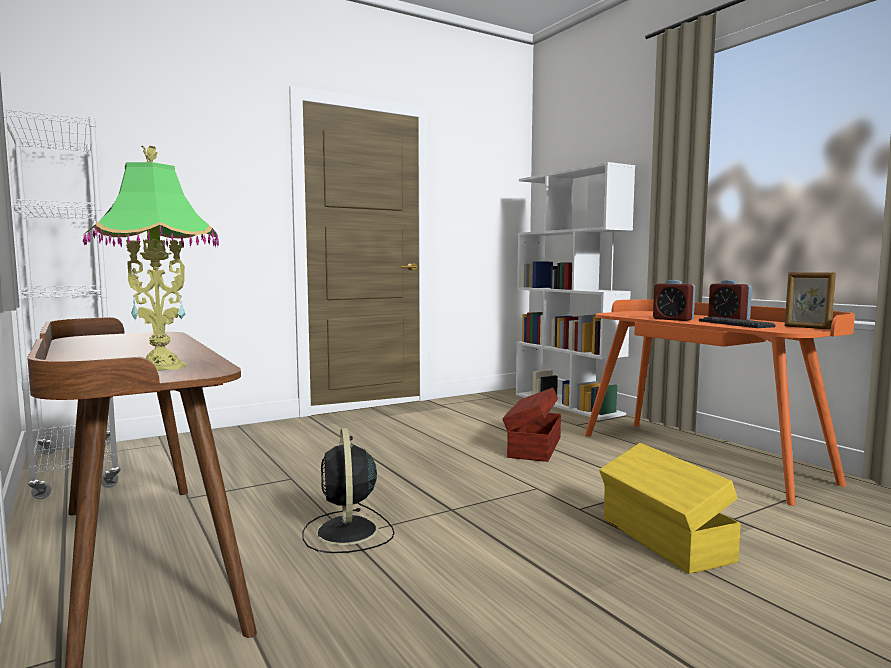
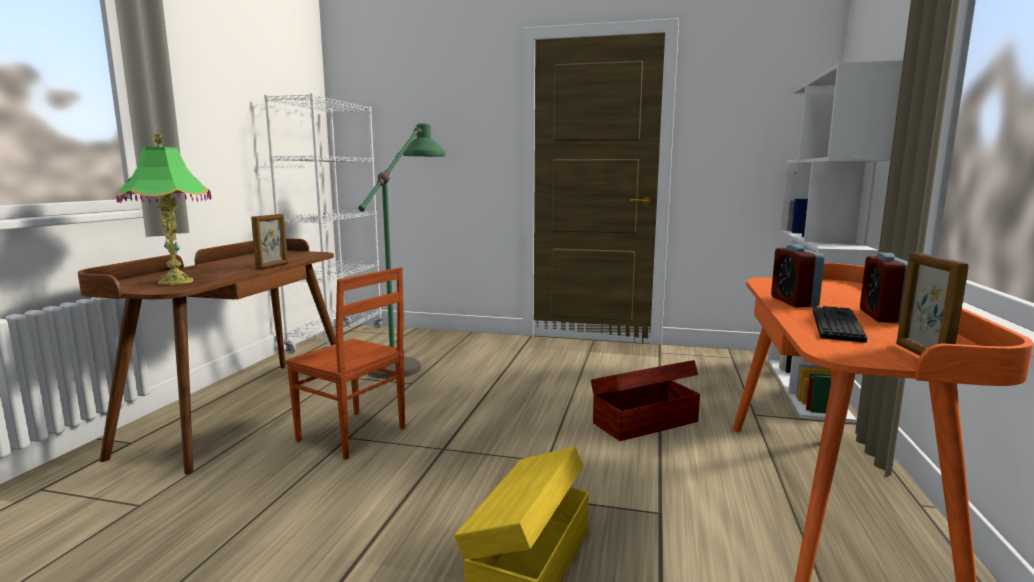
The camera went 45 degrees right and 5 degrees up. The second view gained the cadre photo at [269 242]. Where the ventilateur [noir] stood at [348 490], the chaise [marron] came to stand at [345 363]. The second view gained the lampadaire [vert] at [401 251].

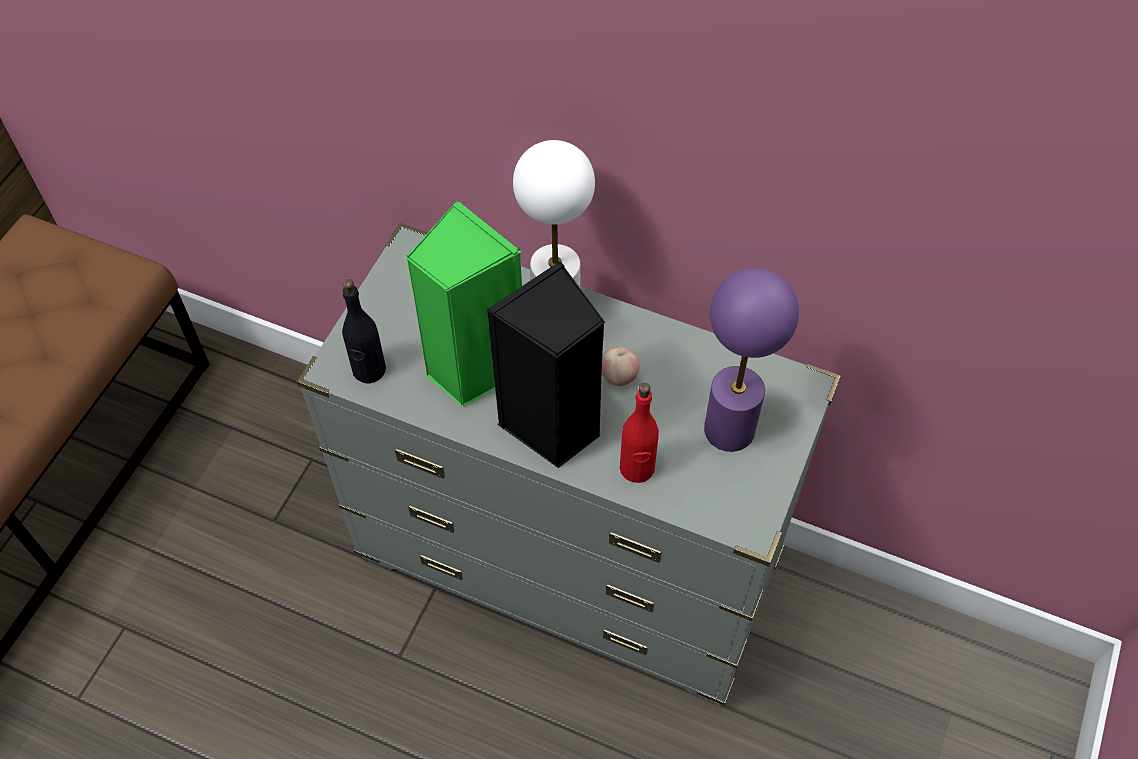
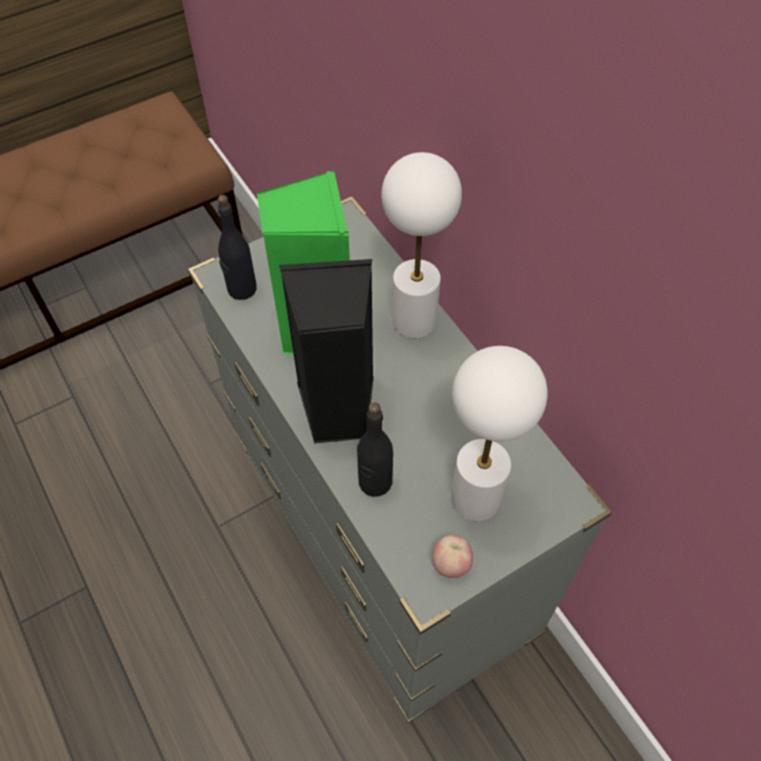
The camera went 35 degrees right and 0 degrees up. What was the bouteille [rouge] at [639 433] turned into the bouteille [noir] at [375 450]. The pomme ended up elsewhere, having gone from [620 366] to [452 556]. What was the lampe de table [violet] at [751 360] turned into the lampe de table [blanc] at [499 433].

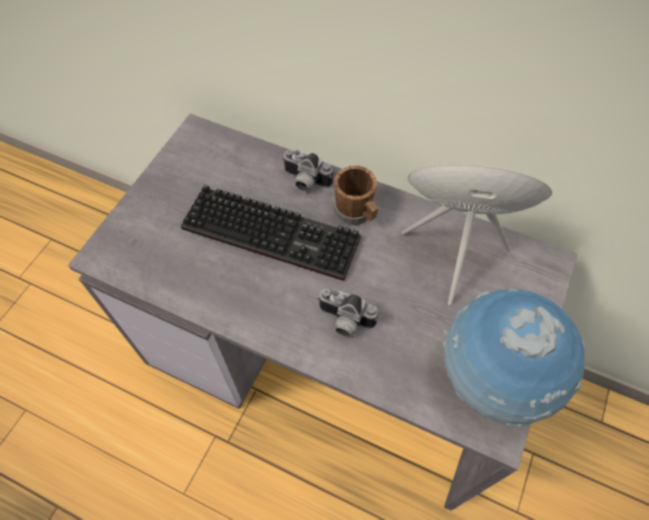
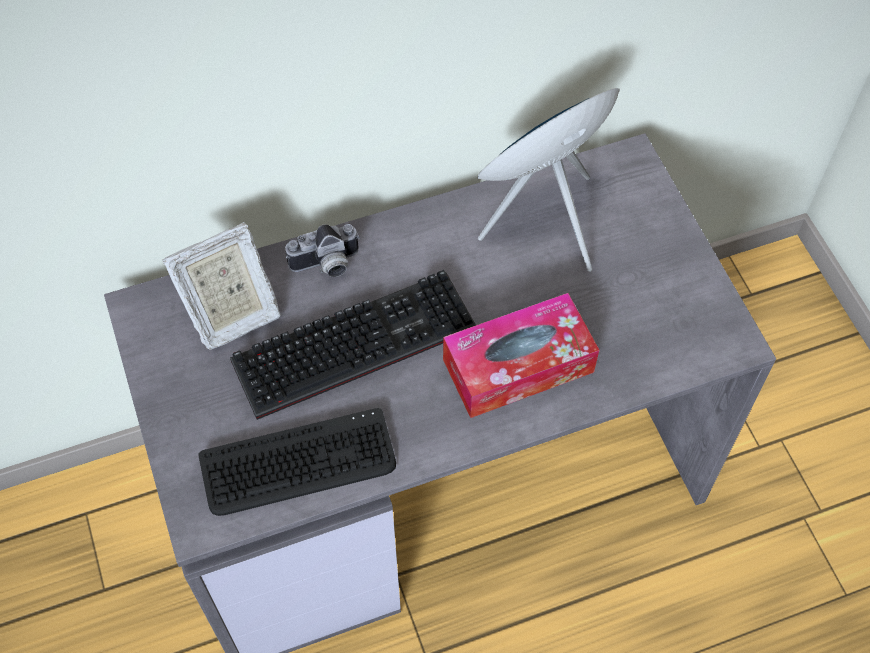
The camera went 45 degrees left and 0 degrees up. The second view gained the cadre photo at [222 286]. The second view gained the clavier at [297 462]. Where the appareil photo stood at [347 313], the boîte à mouchoirs came to stand at [521 355]. The second view lost the mug [marron] at [356 195]. The second view lost the globe at [514 357].

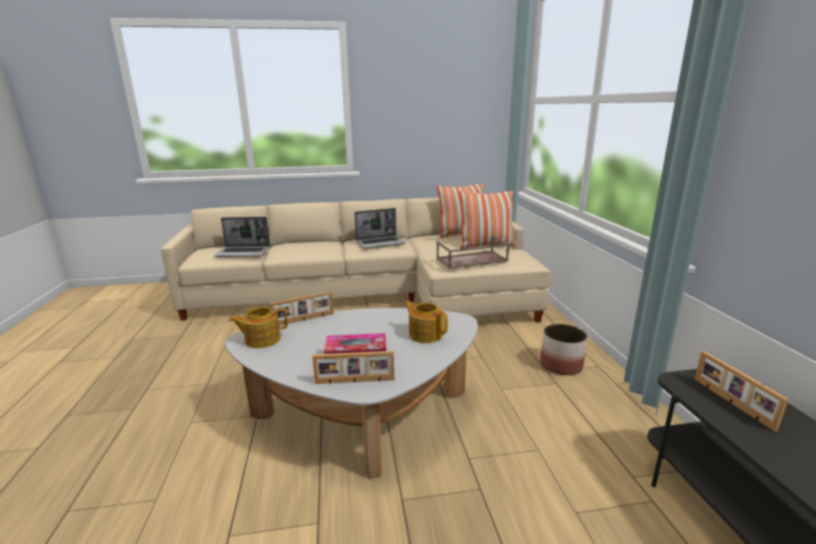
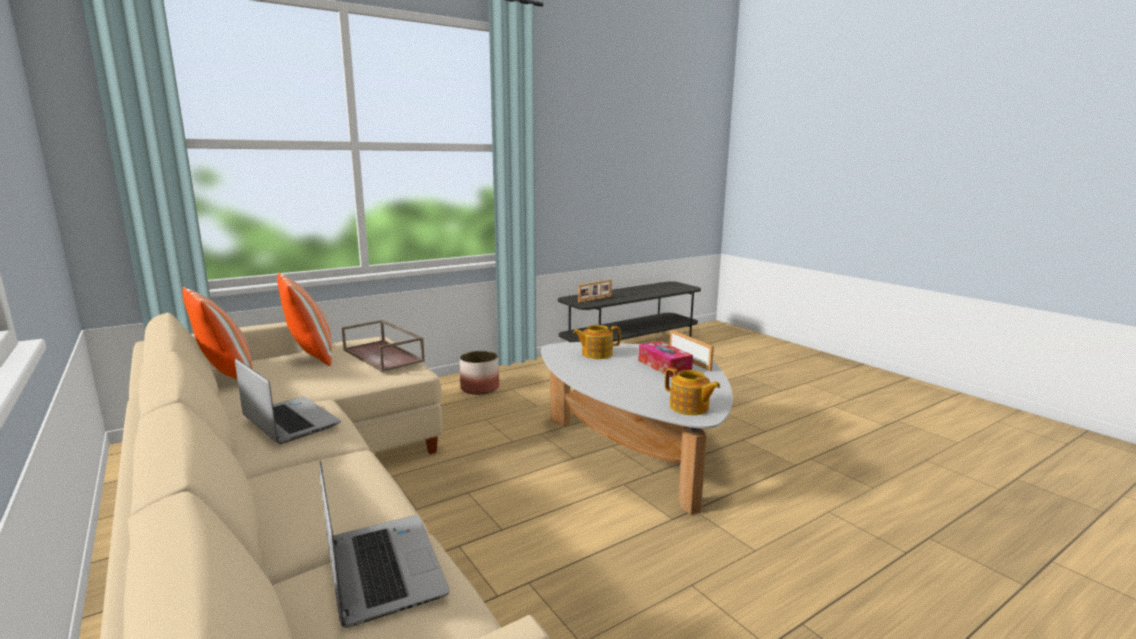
The camera went 115 degrees left and 5 degrees down. The théière at [426 322] ended up facing another way, 60 degrees clockwise from before. The second view lost the cadre photo at [302 308].

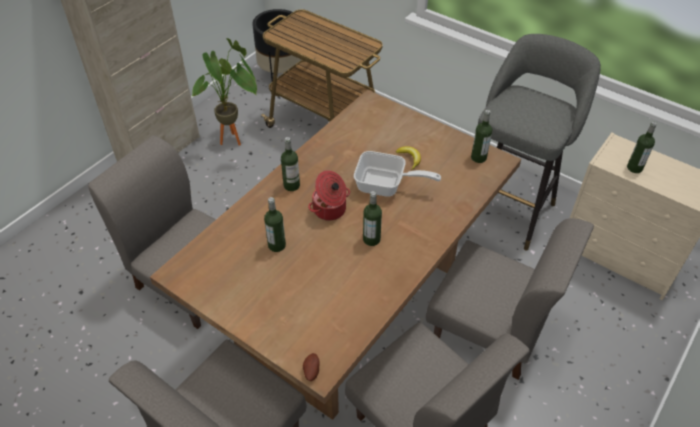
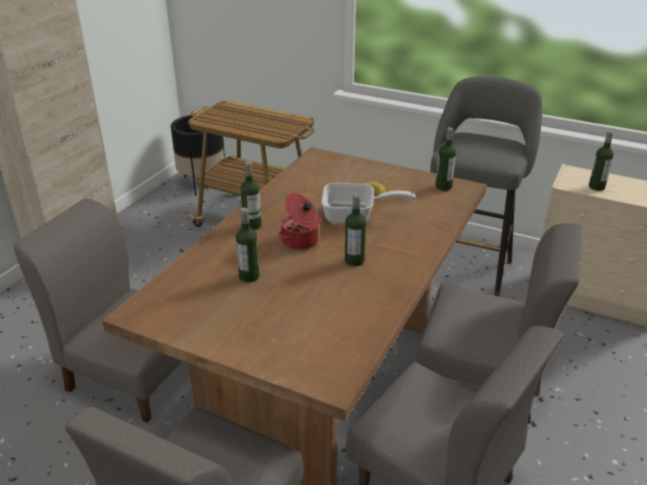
The camera went 10 degrees left and 15 degrees down. The second view lost the plante en pot at [224 92]. The second view lost the pomme de terre at [311 367].

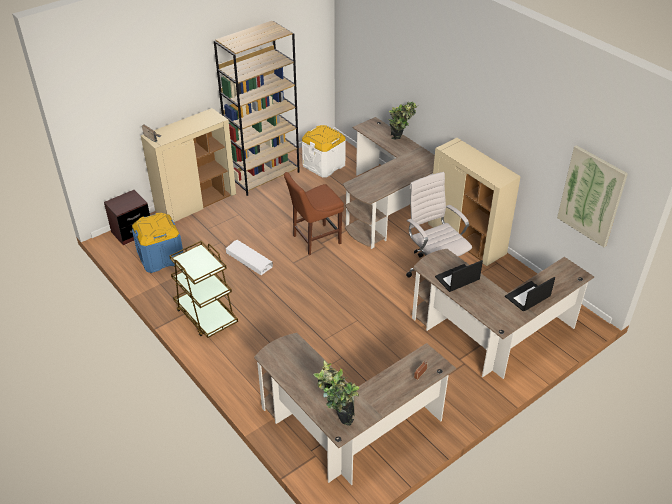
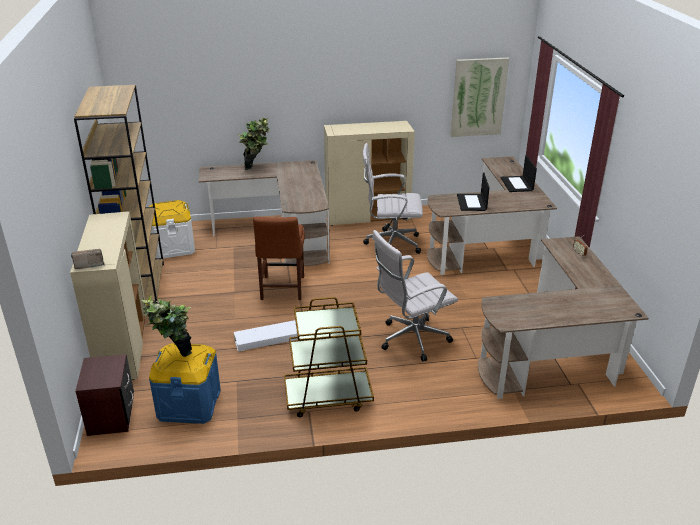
The camera went 60 degrees left and 10 degrees down. The plante en pot ended up elsewhere, having gone from [336 393] to [166 326]. The second view gained the chaise de bureau [blanc] at [415 296].

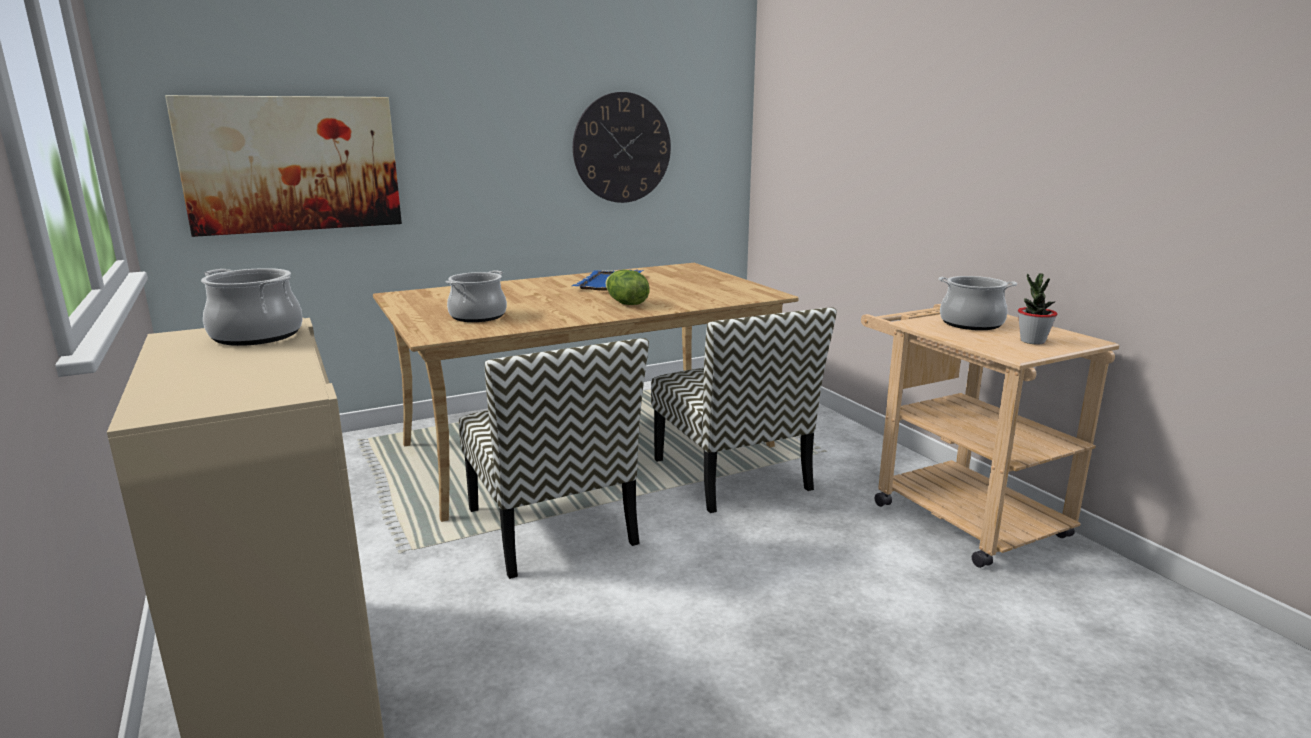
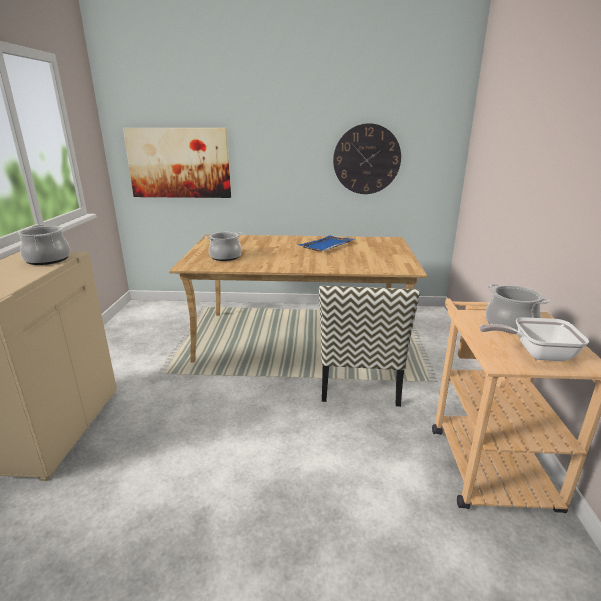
The camera went 30 degrees right and 5 degrees up. Where the plante en pot stood at [1037 308], the poêle came to stand at [534 339]. The second view lost the chaise at [554 458]. The second view lost the laitue at [627 287].

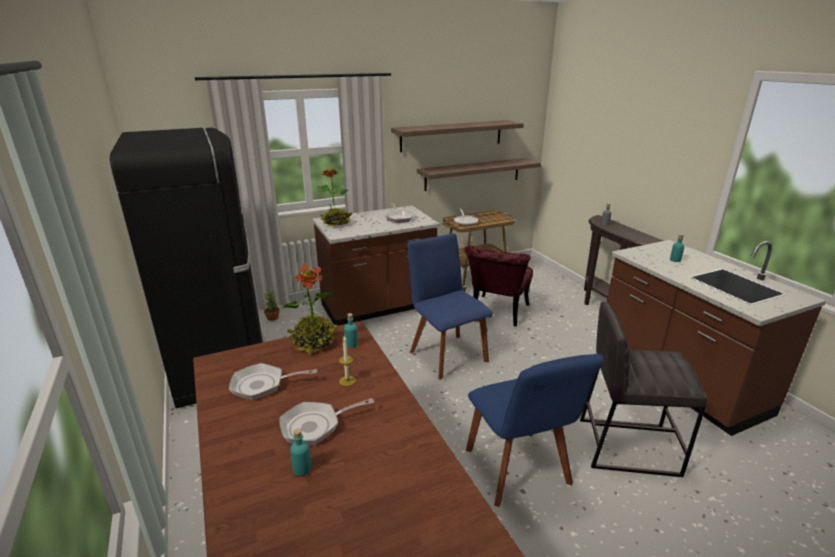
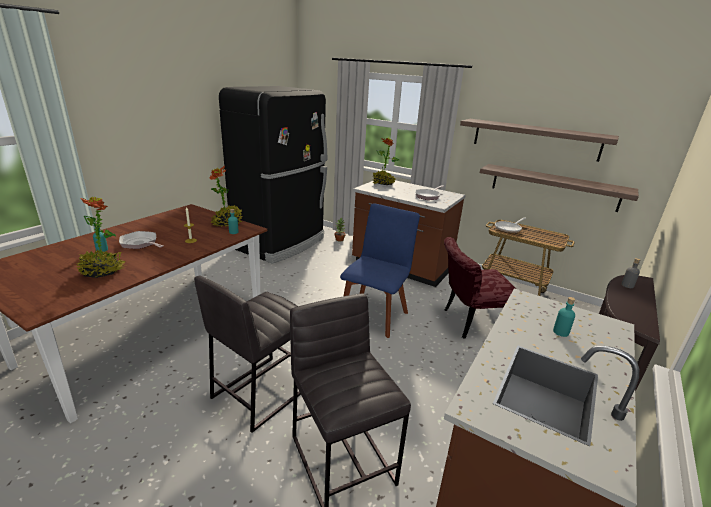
The camera went 55 degrees right and 0 degrees up. The second view gained the plante en pot at [100 237]. Where the chaise [bleu] stood at [535 430], the tabouret [gris] came to stand at [247 354]. The second view lost the poêle at [273 381].

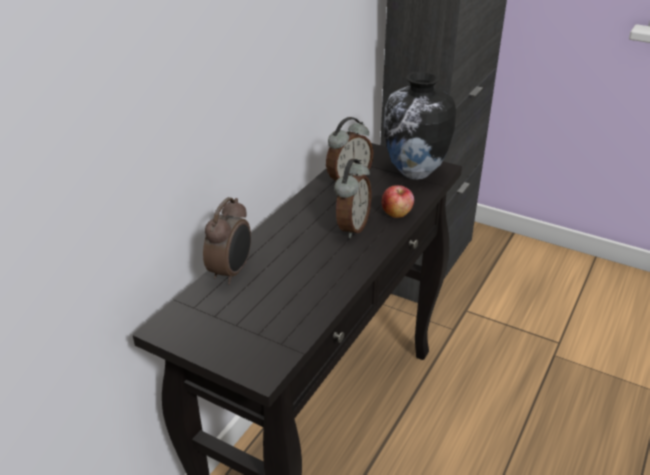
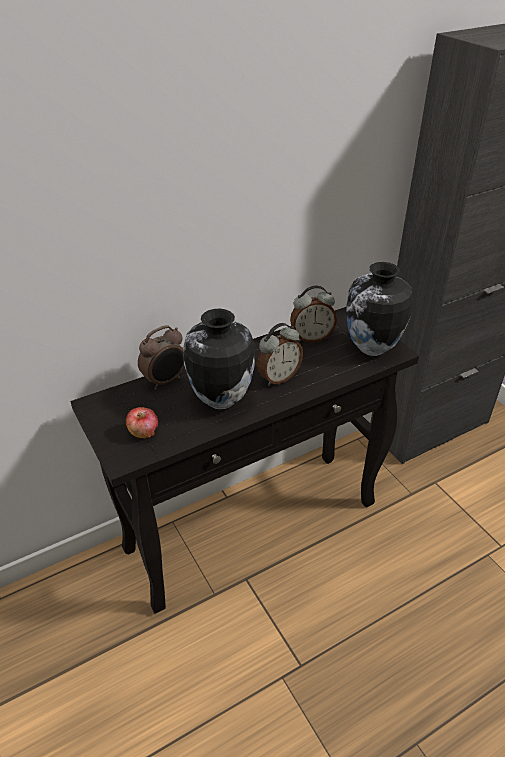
The camera went 30 degrees right and 5 degrees up. The pomme ended up elsewhere, having gone from [397 201] to [142 423]. The second view gained the vase at [219 359].

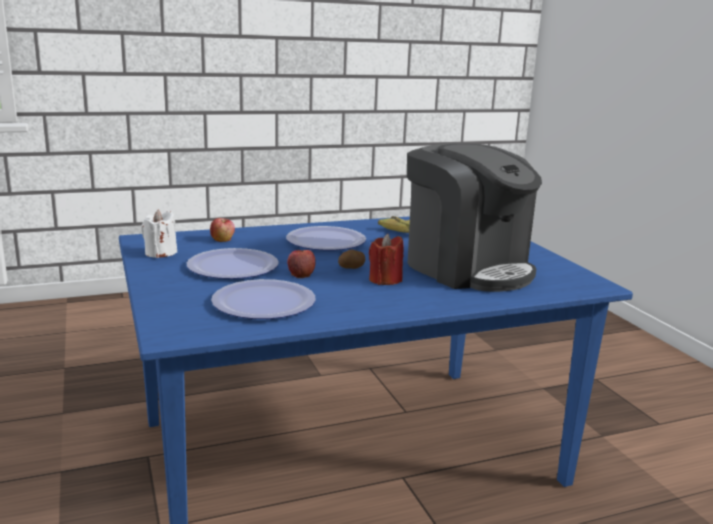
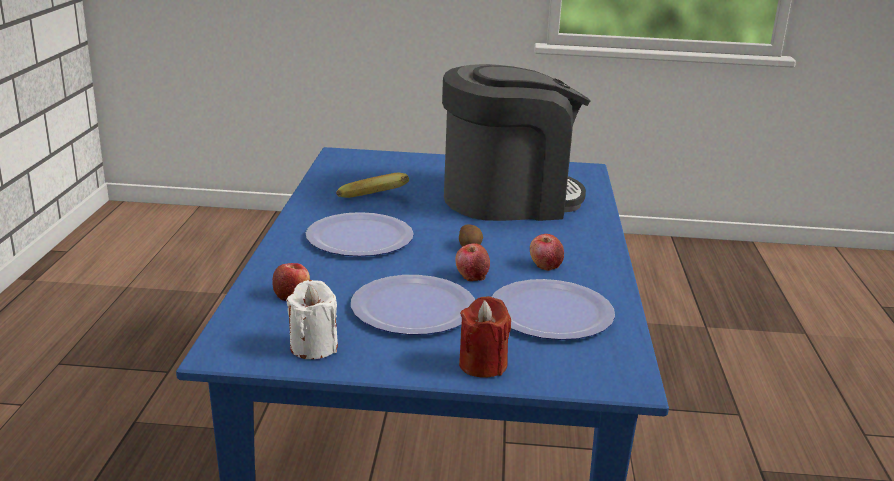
The camera went 65 degrees left and 5 degrees up. The bougie [rouge] ended up elsewhere, having gone from [386 259] to [485 337]. The second view gained the pomme at [547 252].

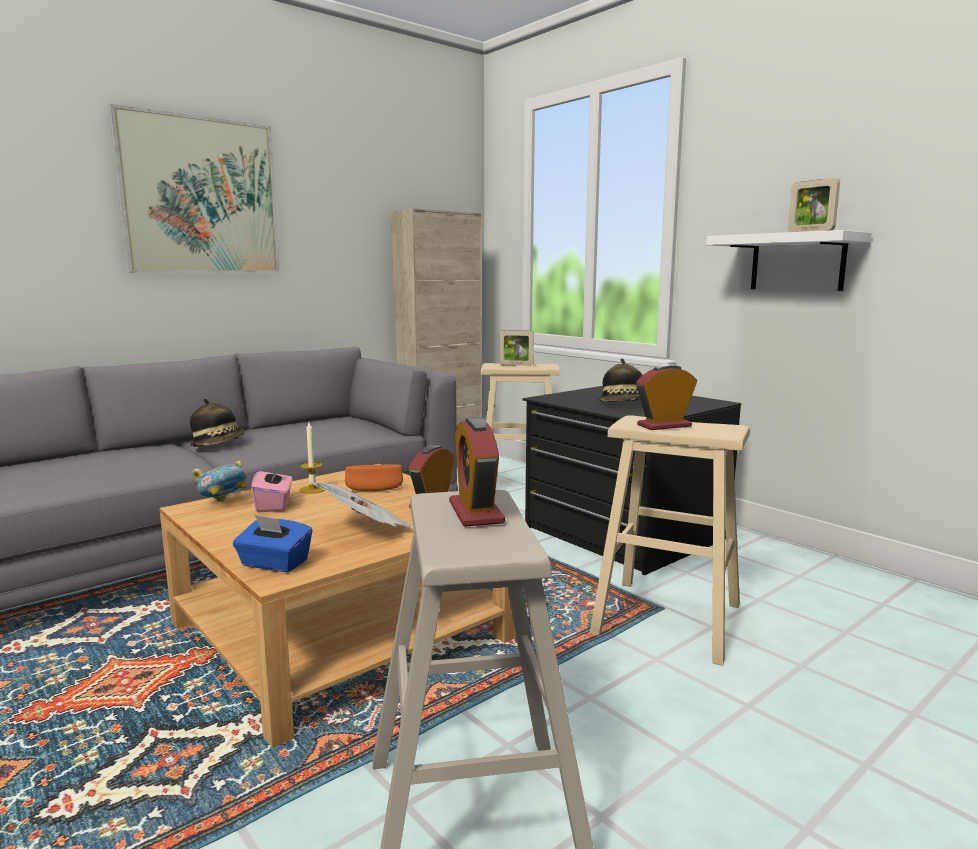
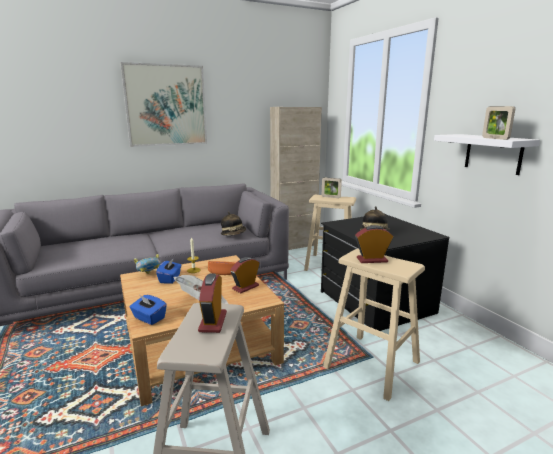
The camera went 15 degrees right and 5 degrees up. What was the boîte à mouchoirs [rose] at [271 487] turned into the boîte à mouchoirs [bleu] at [169 271]. The chapeau ended up elsewhere, having gone from [217 423] to [233 224].

